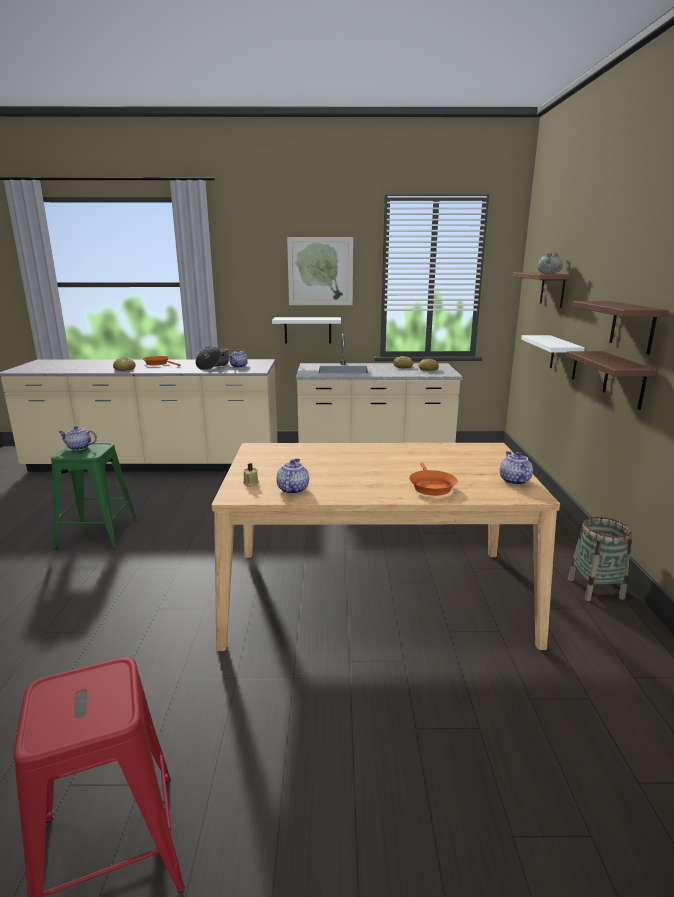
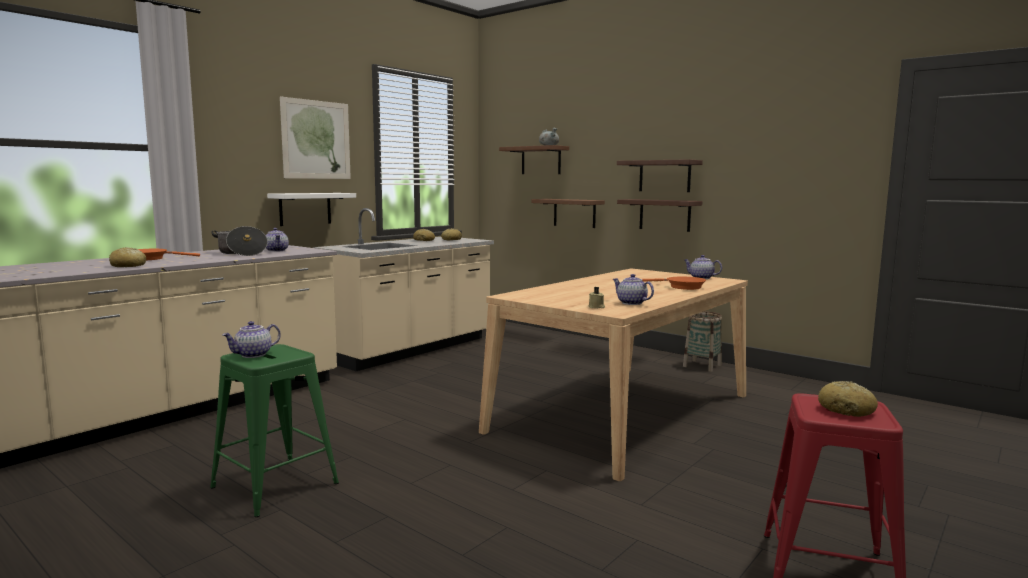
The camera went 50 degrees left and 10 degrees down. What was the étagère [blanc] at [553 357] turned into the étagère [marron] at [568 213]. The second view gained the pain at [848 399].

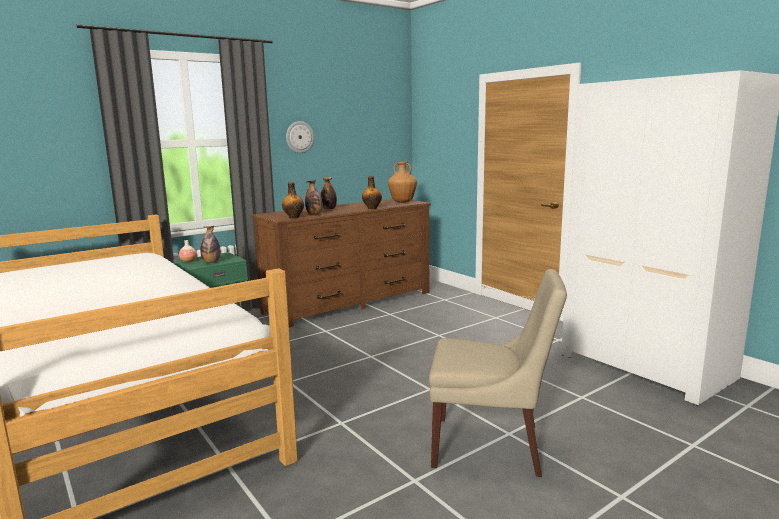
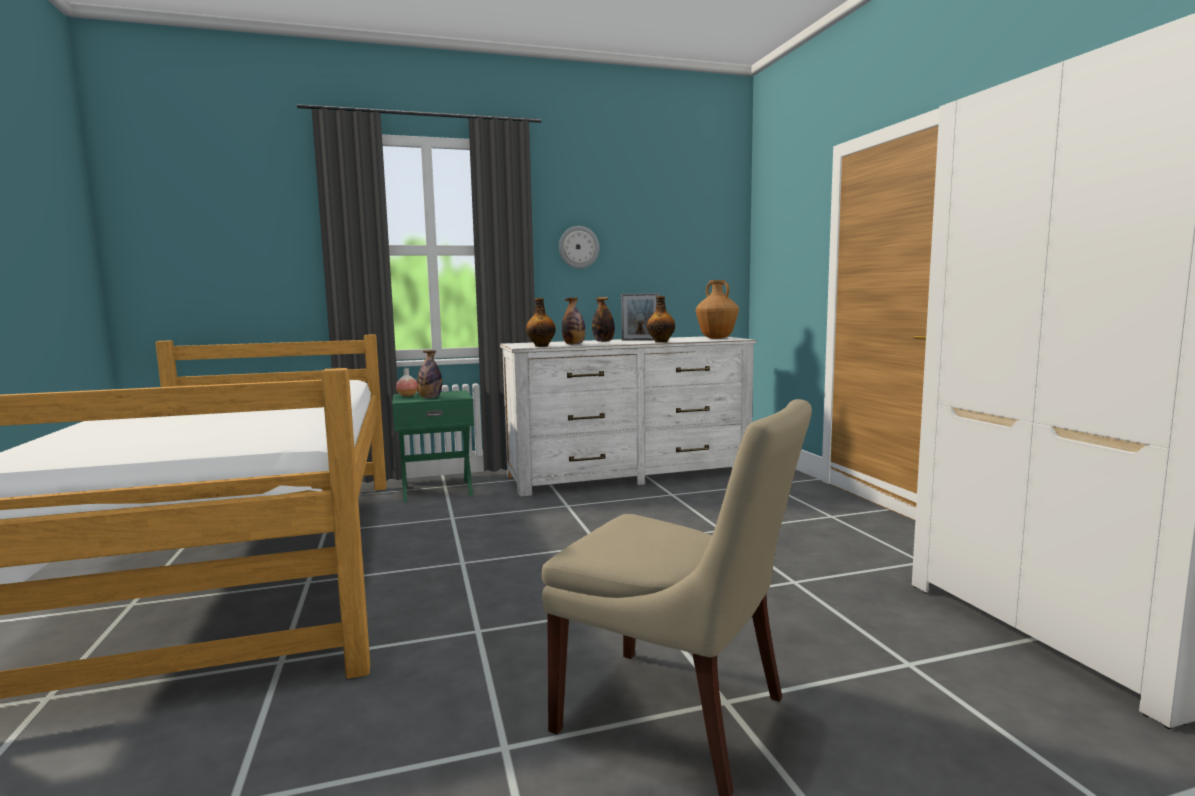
The camera went 20 degrees right and 5 degrees down. What was the commode [marron] at [341 263] turned into the commode [blanc] at [628 416]. The second view gained the cadre photo at [640 317].

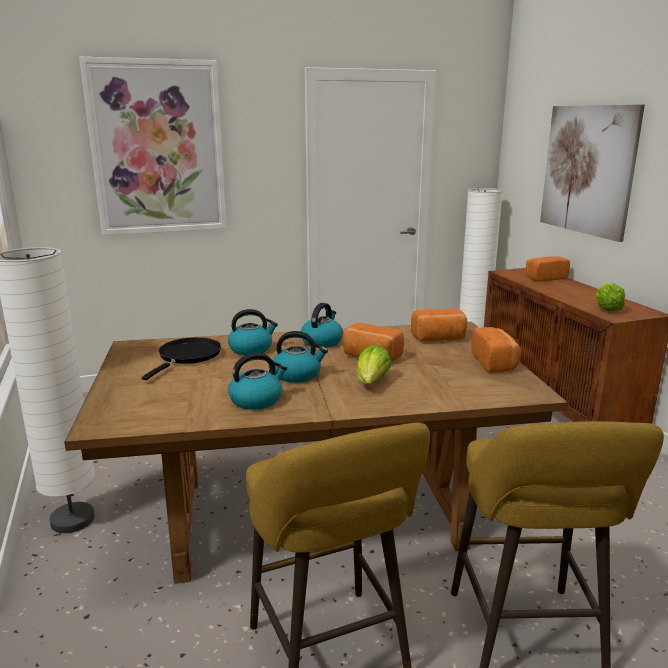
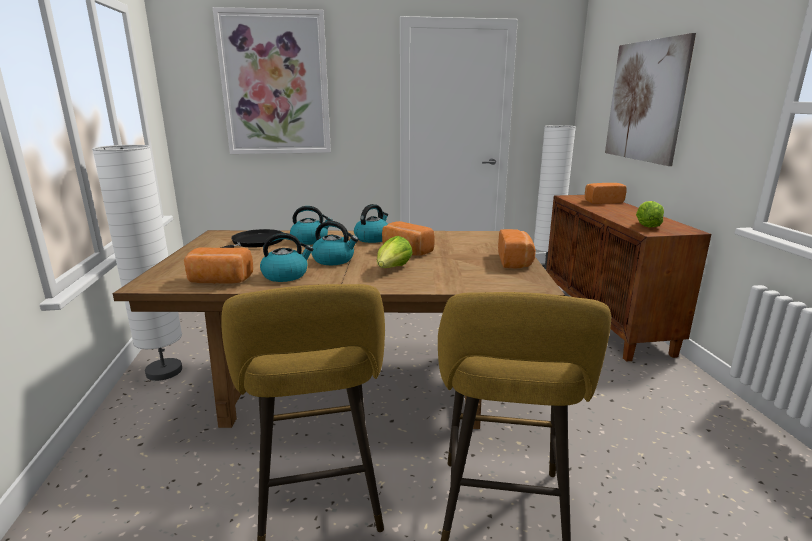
The camera went 10 degrees right and 0 degrees up. The pain ended up elsewhere, having gone from [439 324] to [218 266].

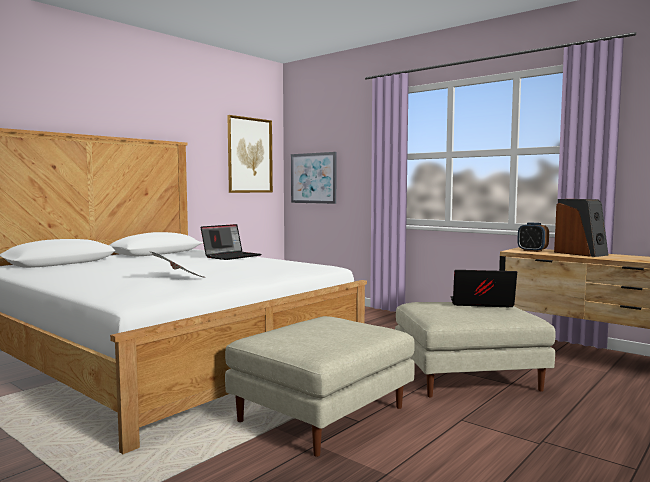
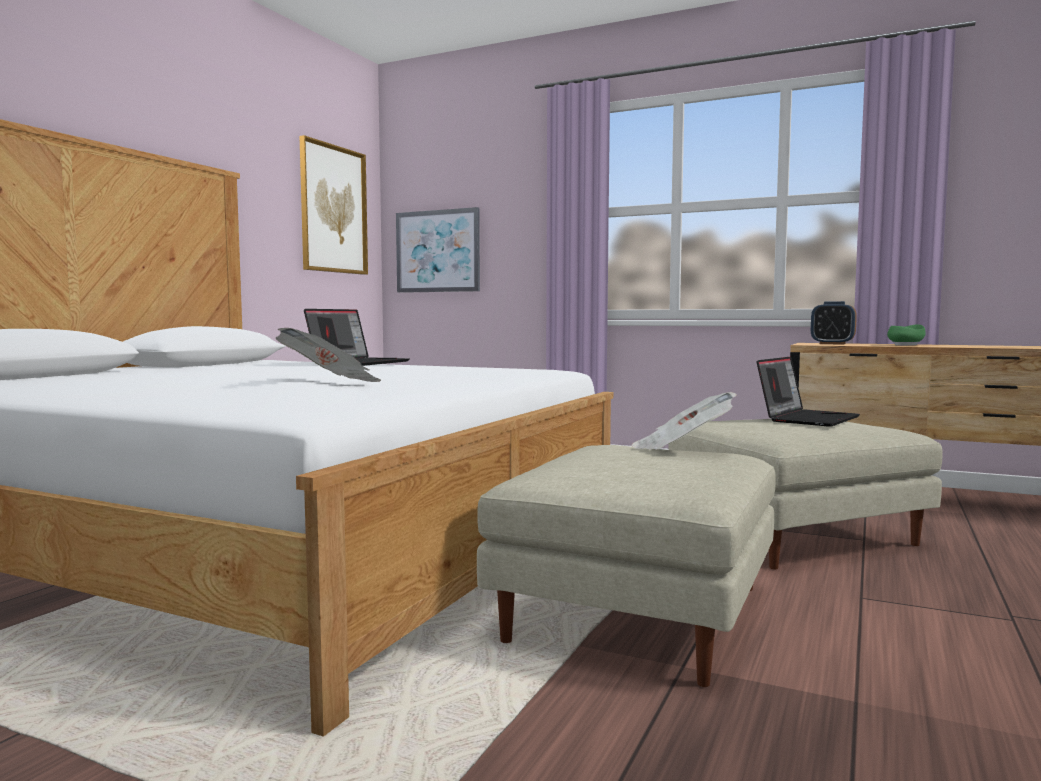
The camera went 15 degrees left and 0 degrees up. The second view gained the journal at [684 421]. The ordinateur portable at [484 288] ended up facing another way, 135 degrees clockwise from before. Where the enceinte stood at [581 228], the bol [vert] came to stand at [906 335].

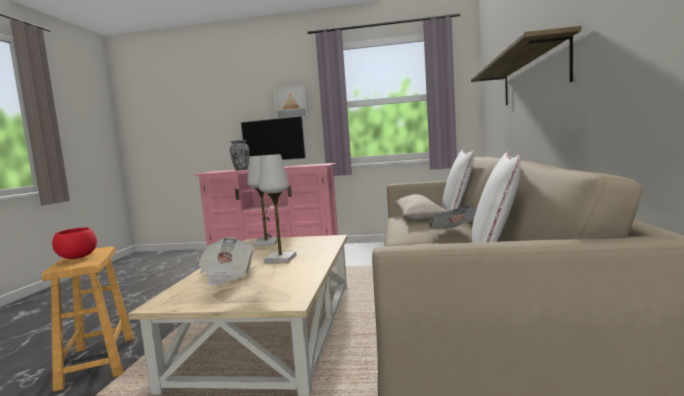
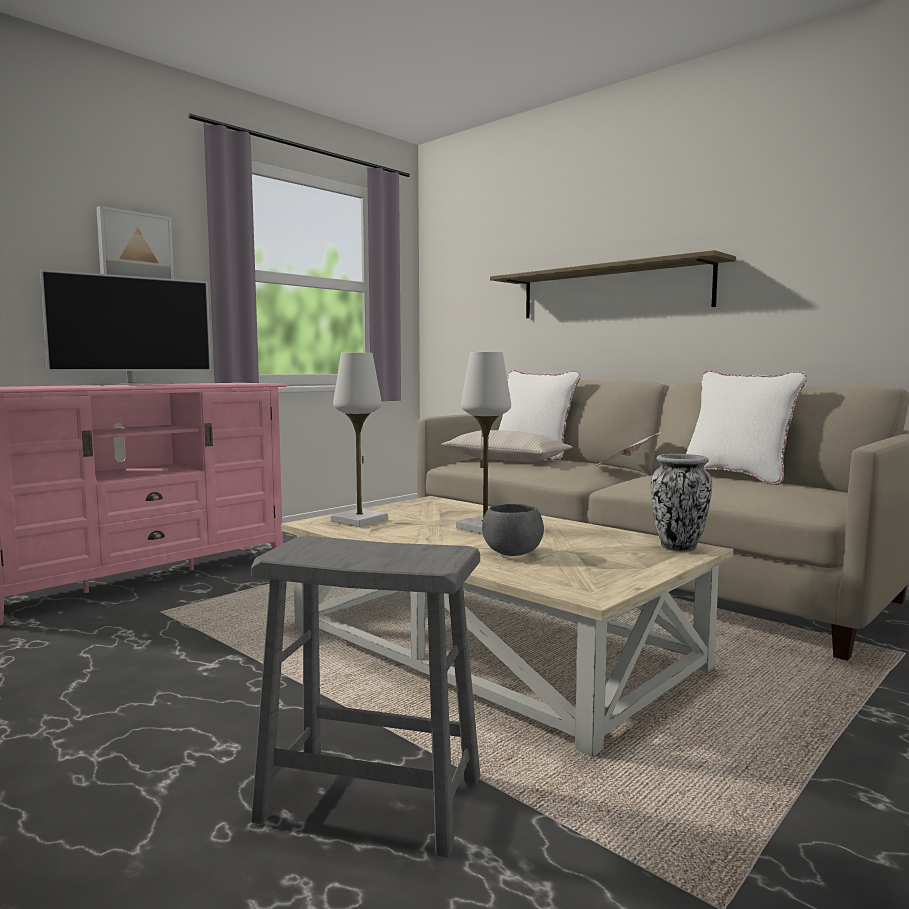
The camera went 55 degrees left and 0 degrees up. What was the tabouret [marron] at [88 319] turned into the tabouret [gris] at [365 696]. Where the journal stood at [226 261], the bol [gris] came to stand at [513 530]. The vase ended up elsewhere, having gone from [240 155] to [681 502]. The second view lost the bol [rouge] at [74 243].

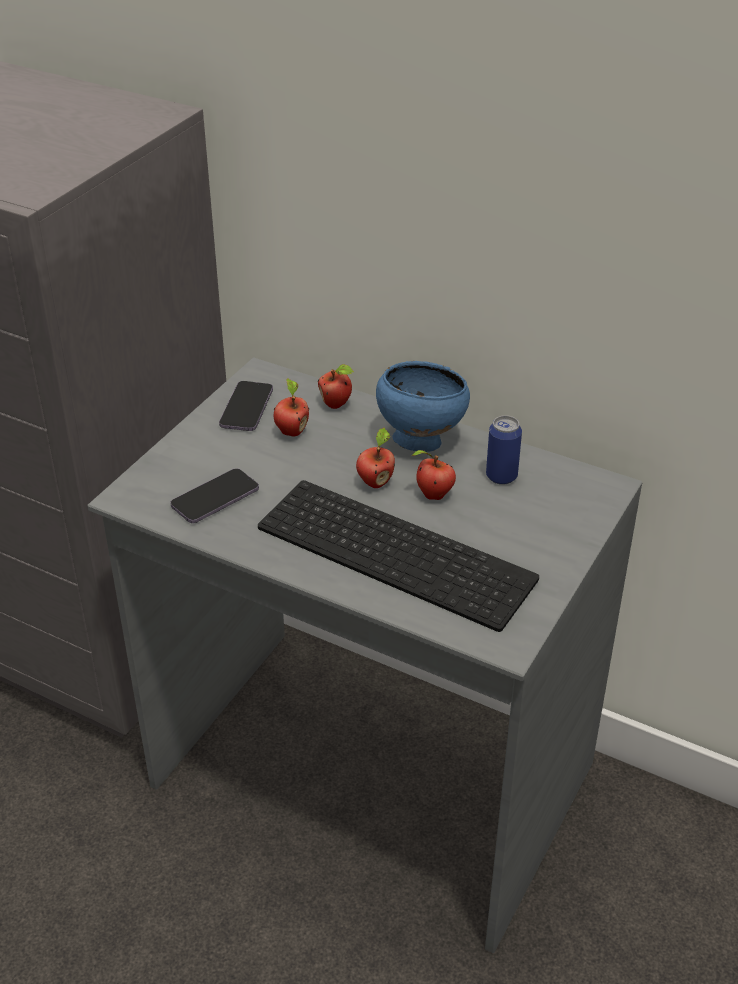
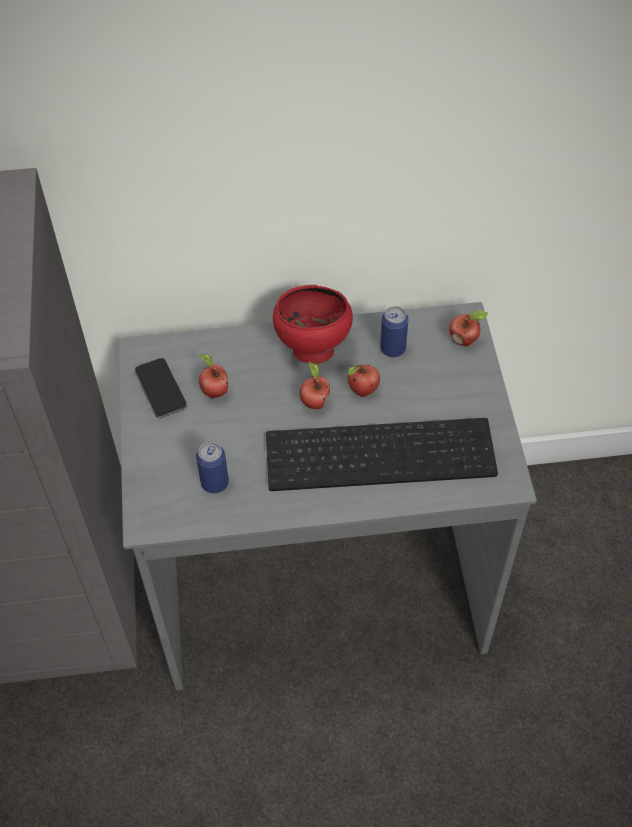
The camera went 35 degrees left and 15 degrees up. Where the téléphone stood at [214 495], the boîte métallique came to stand at [212 467]. What was the bol [bleu] at [423 406] turned into the bol [rouge] at [313 324]. The pomme ended up elsewhere, having gone from [336 386] to [468 328].

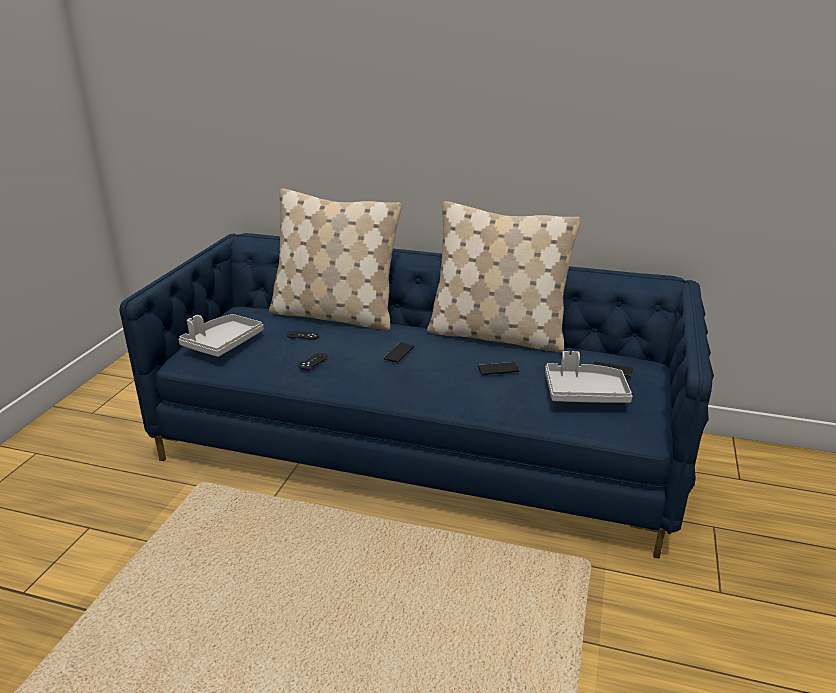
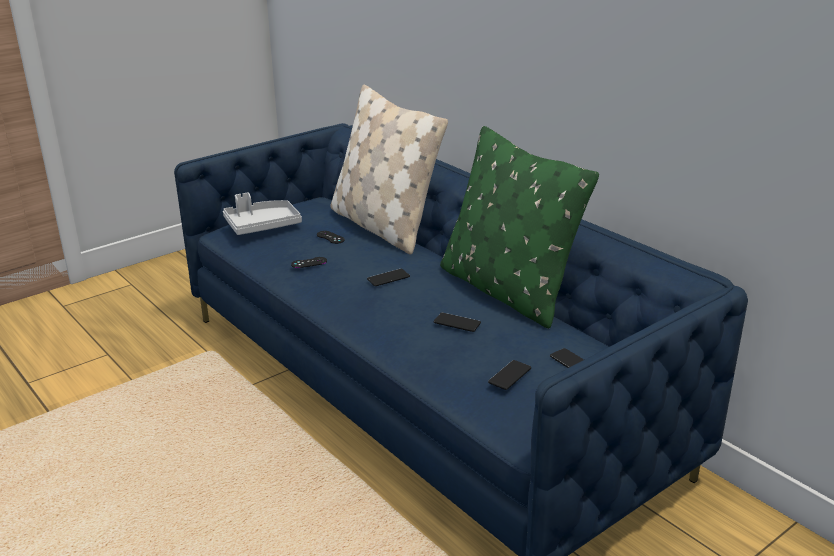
The camera went 35 degrees right and 0 degrees up. What was the coussin [beige] at [504 276] turned into the coussin [vert] at [519 227]. Where the plateau [gris] stood at [588 377], the téléphone came to stand at [509 375].

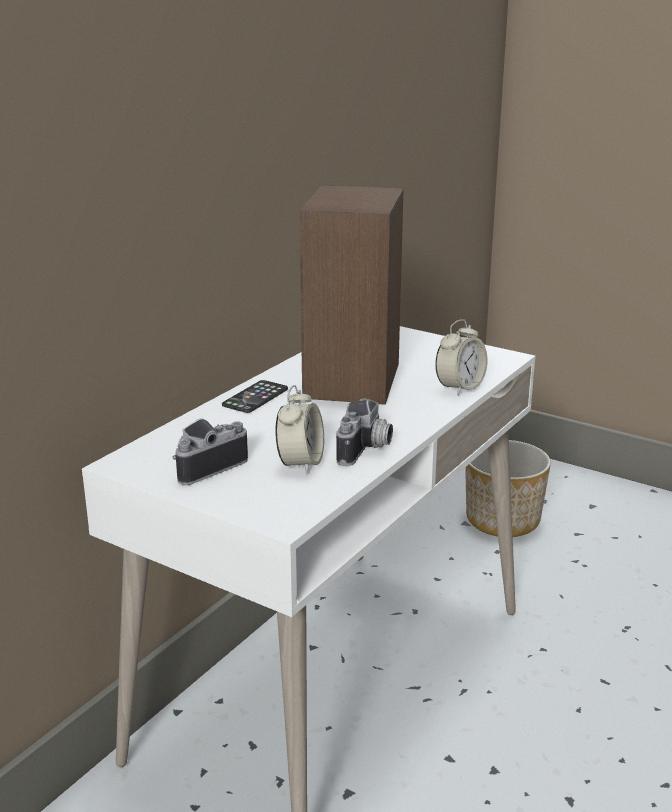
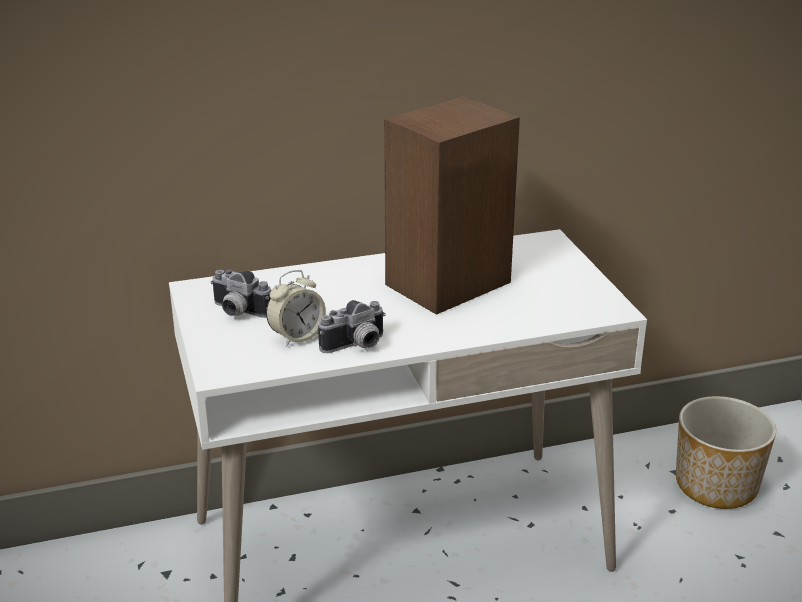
The camera went 40 degrees right and 5 degrees up. The appareil photo at [210 451] ended up facing another way, 150 degrees counterclockwise from before. The second view lost the téléphone at [255 396]. The second view lost the réveil at [461 357].

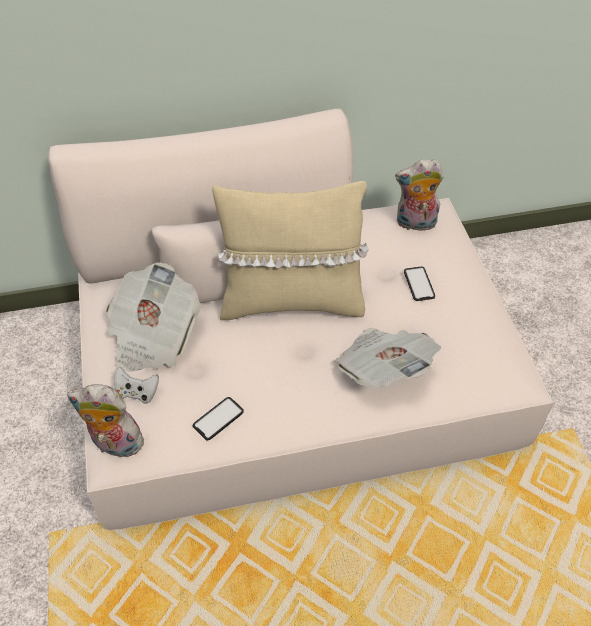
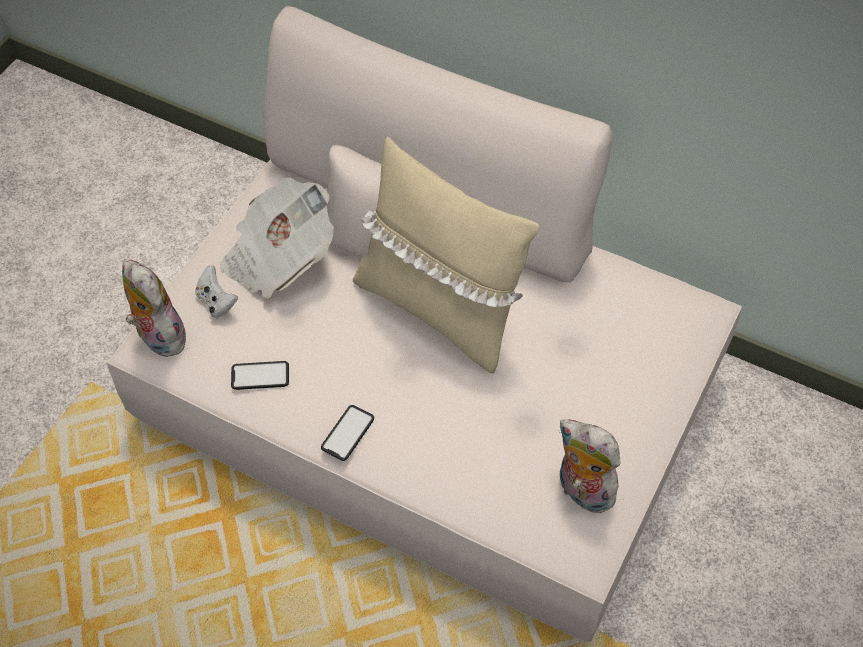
The camera went 40 degrees right and 5 degrees up. The téléphone ended up elsewhere, having gone from [419 283] to [347 433]. The peluche ended up elsewhere, having gone from [419 195] to [589 466]. The second view lost the journal at [387 358].

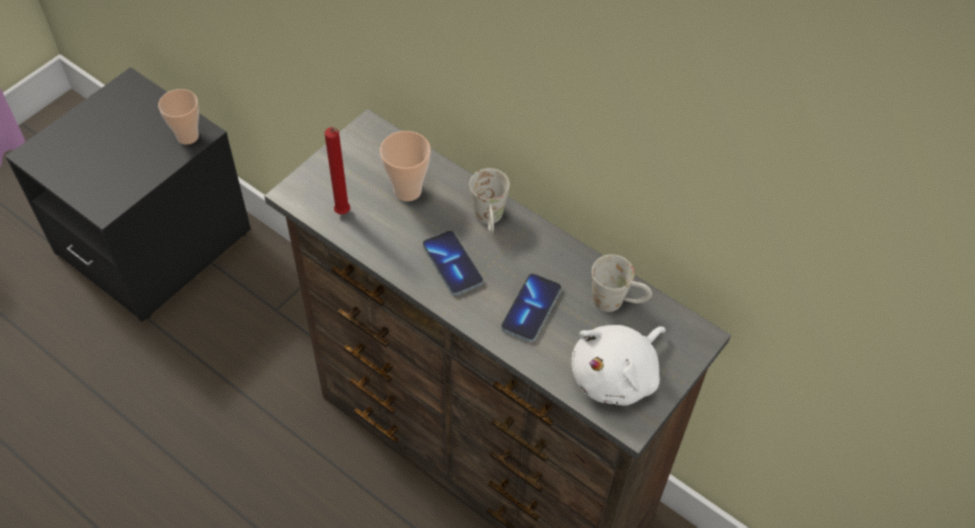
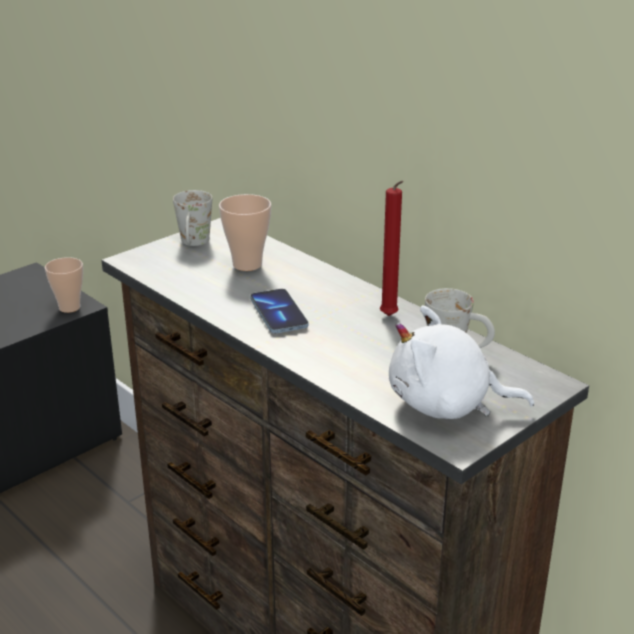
The camera went 10 degrees right and 25 degrees down. The mug [blanc] ended up elsewhere, having gone from [489 201] to [192 218]. The bougie [rouge] ended up elsewhere, having gone from [337 171] to [391 248]. The peluche [blanc] at [618 365] ended up facing another way, 45 degrees clockwise from before. The second view lost the téléphone at [531 308].

